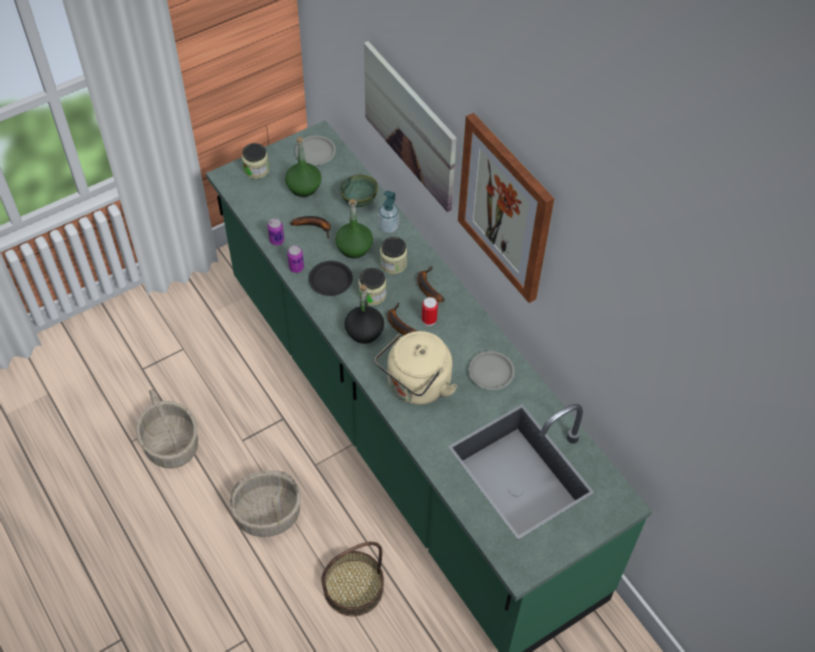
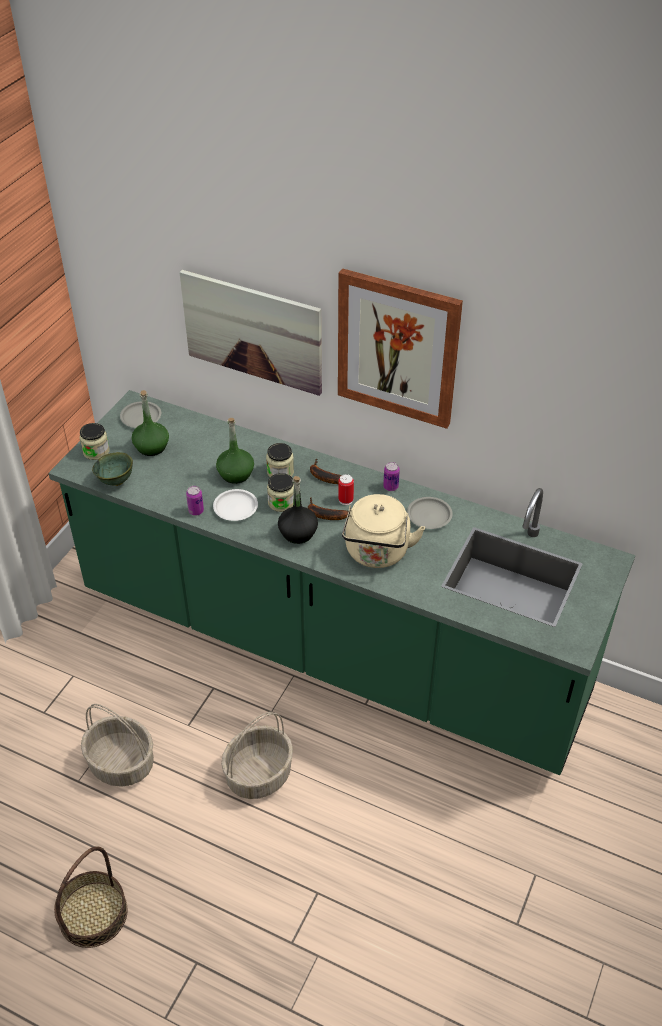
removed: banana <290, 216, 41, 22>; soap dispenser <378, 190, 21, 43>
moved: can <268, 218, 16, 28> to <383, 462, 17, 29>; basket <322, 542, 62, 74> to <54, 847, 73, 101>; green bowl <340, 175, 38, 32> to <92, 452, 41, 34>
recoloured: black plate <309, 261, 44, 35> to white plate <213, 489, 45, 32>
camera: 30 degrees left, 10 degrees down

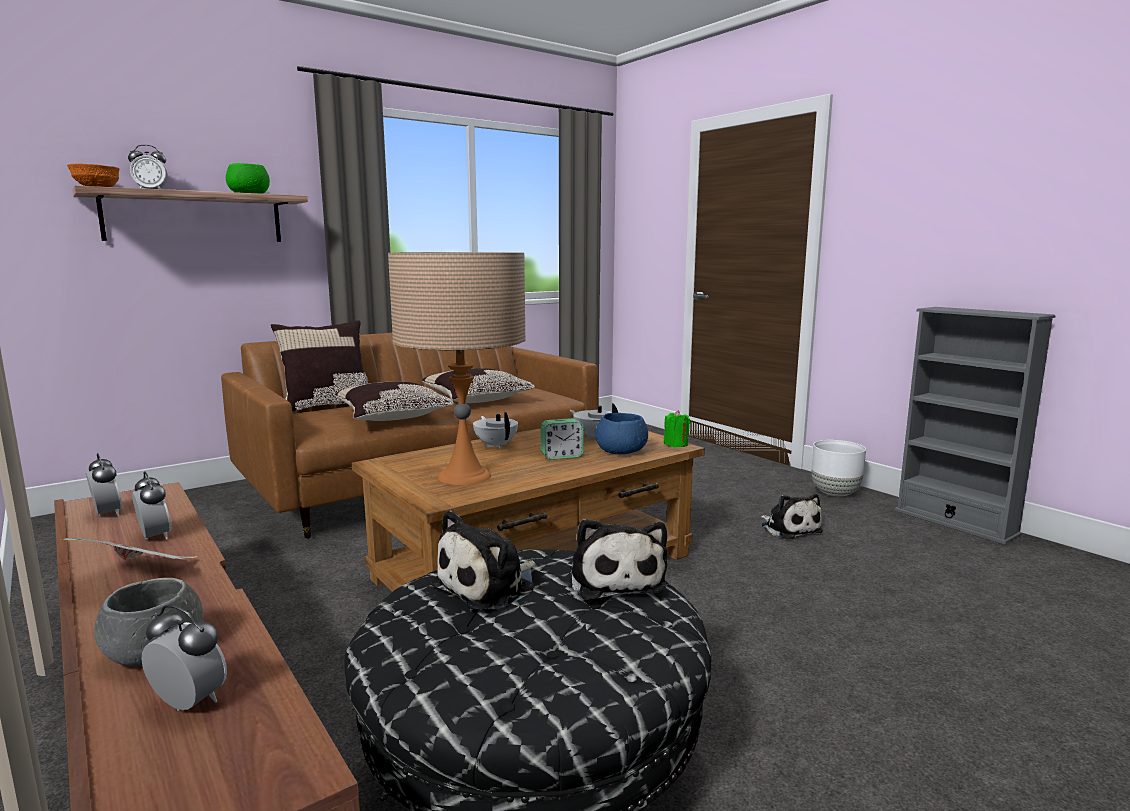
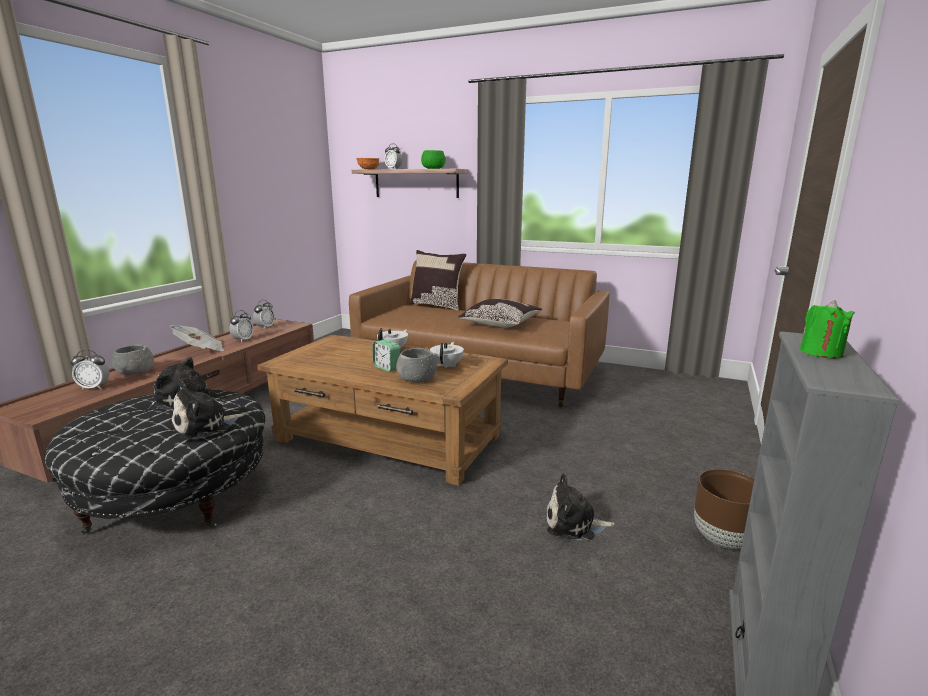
removed: pillow <334, 382, 120, 39>; beige table lamp <388, 252, 137, 233>
moved: green candle <664, 410, 26, 37> to <800, 300, 55, 59>
recoloured: blue bowl <595, 413, 53, 41> to grey bowl <396, 348, 41, 34>; white planter <812, 440, 54, 56> to brown planter <694, 469, 60, 80>
turned: alarm clock <141, 605, 86, 106> = <71, 350, 39, 40> 90 degrees clockwise; plush toy <761, 494, 62, 46> = <547, 474, 68, 66> 60 degrees clockwise
camera: 60 degrees right, 5 degrees up

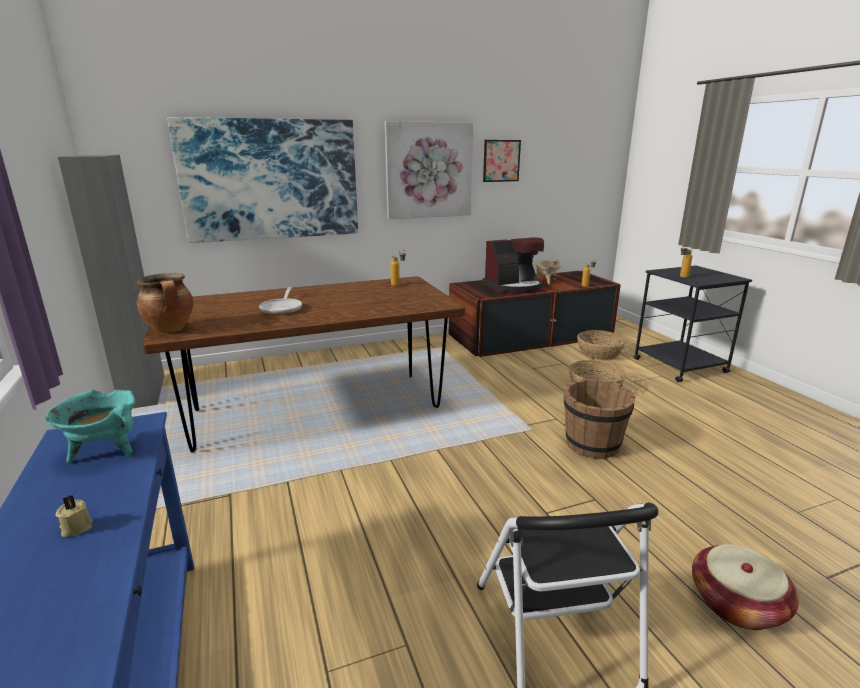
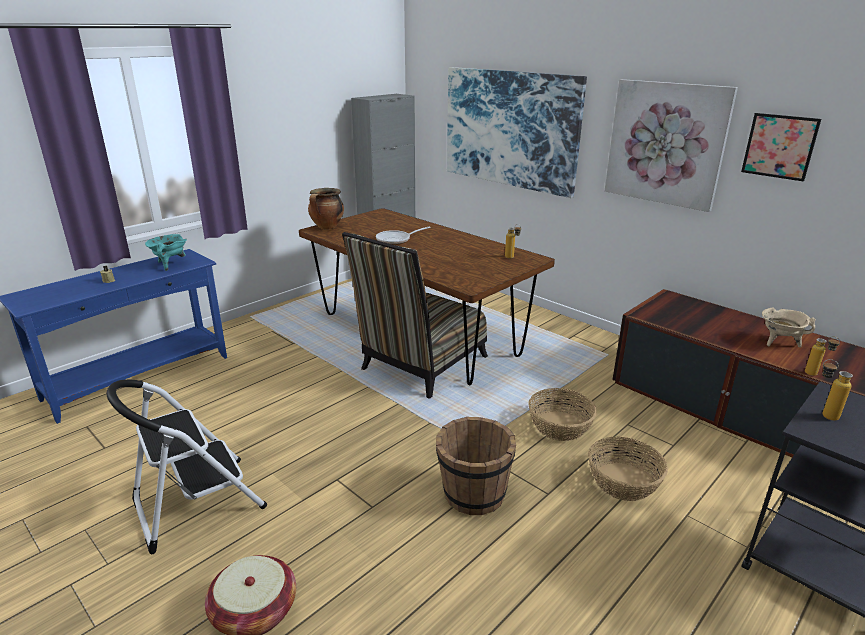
removed: coffee machine <482, 238, 62, 56>
added: chair <342, 232, 146, 167>
moved: basket <577, 330, 49, 30> to <529, 388, 68, 53>
camera: 65 degrees right, 5 degrees up

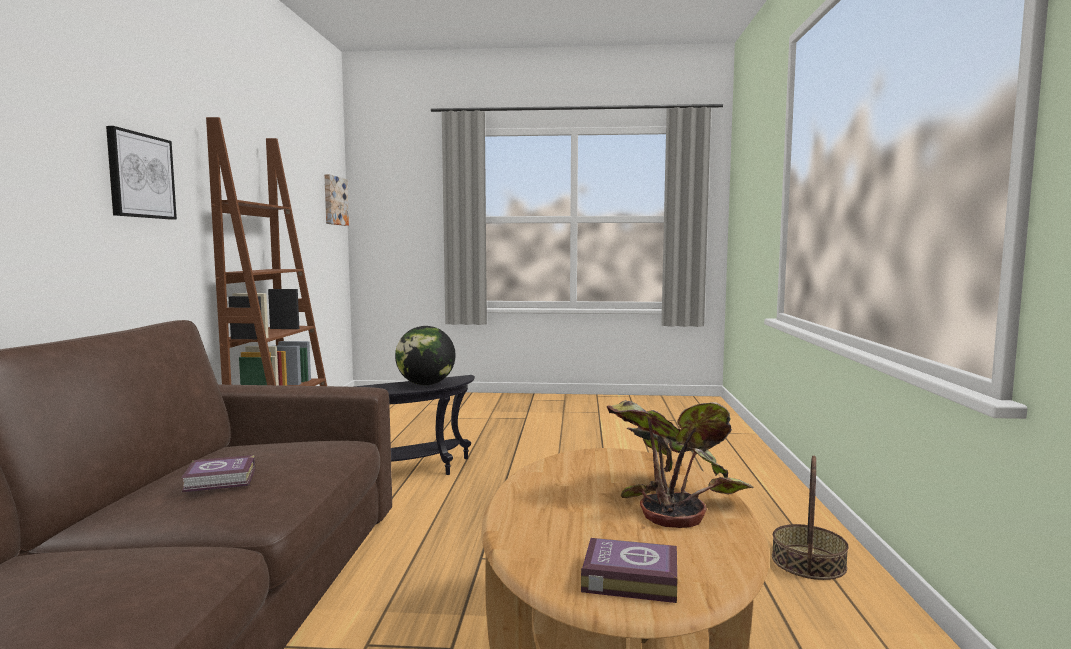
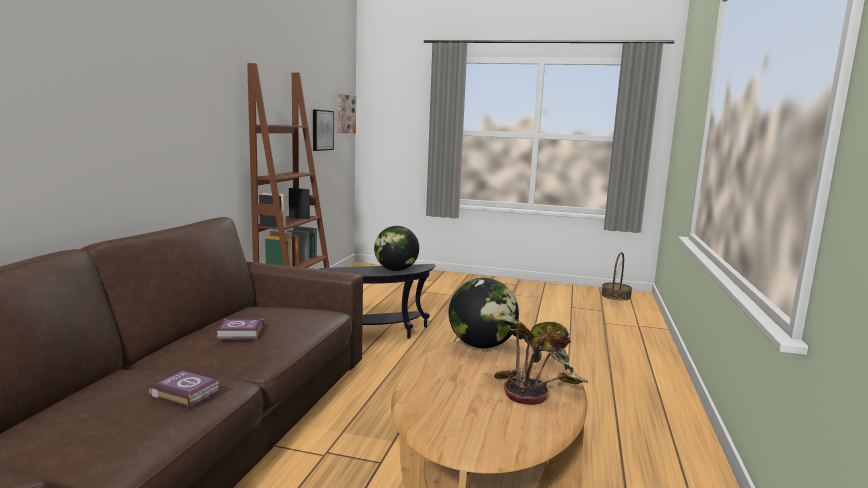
added: globe <449, 278, 70, 70>
moved: picture <106, 126, 71, 93> to <313, 109, 21, 42>; book <581, 538, 97, 65> to <149, 370, 72, 38>; basket <772, 456, 77, 124> to <601, 252, 31, 48>
camera: 10 degrees right, 5 degrees up

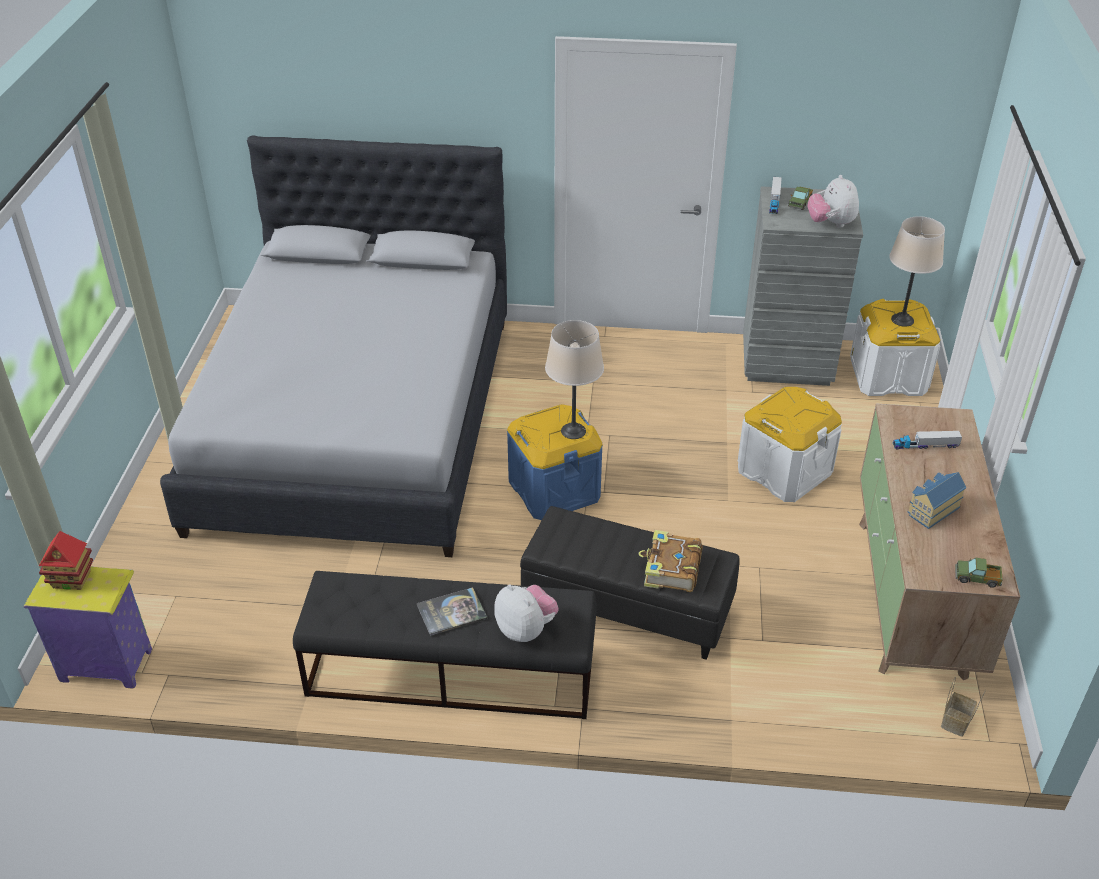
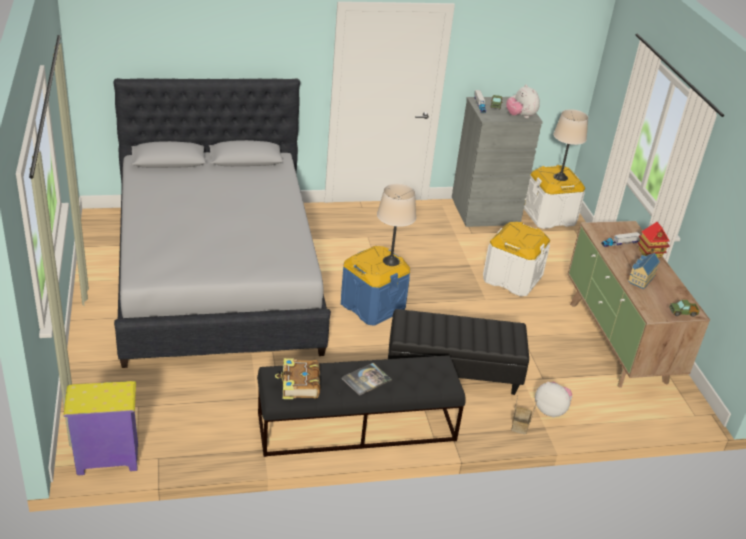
moved: toy house <39, 531, 54, 59> to <638, 222, 32, 36>; plush toy <494, 584, 65, 58> to <535, 382, 37, 35>; book <639, 530, 64, 62> to <275, 358, 45, 41>; basket <941, 677, 45, 60> to <512, 395, 25, 39>
camera: 20 degrees left, 5 degrees down

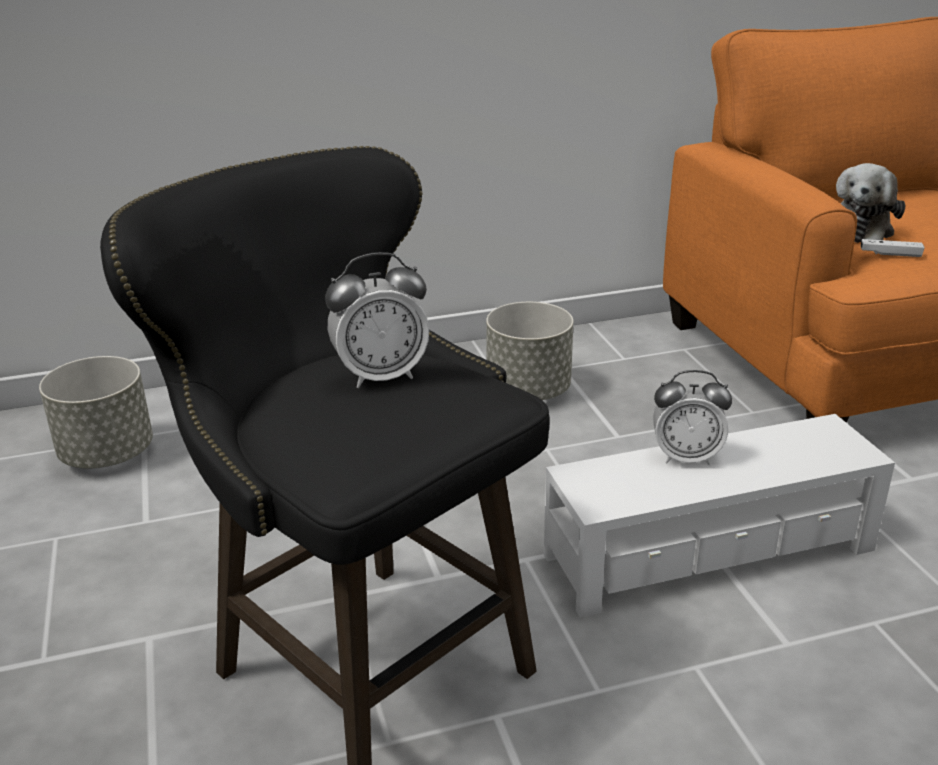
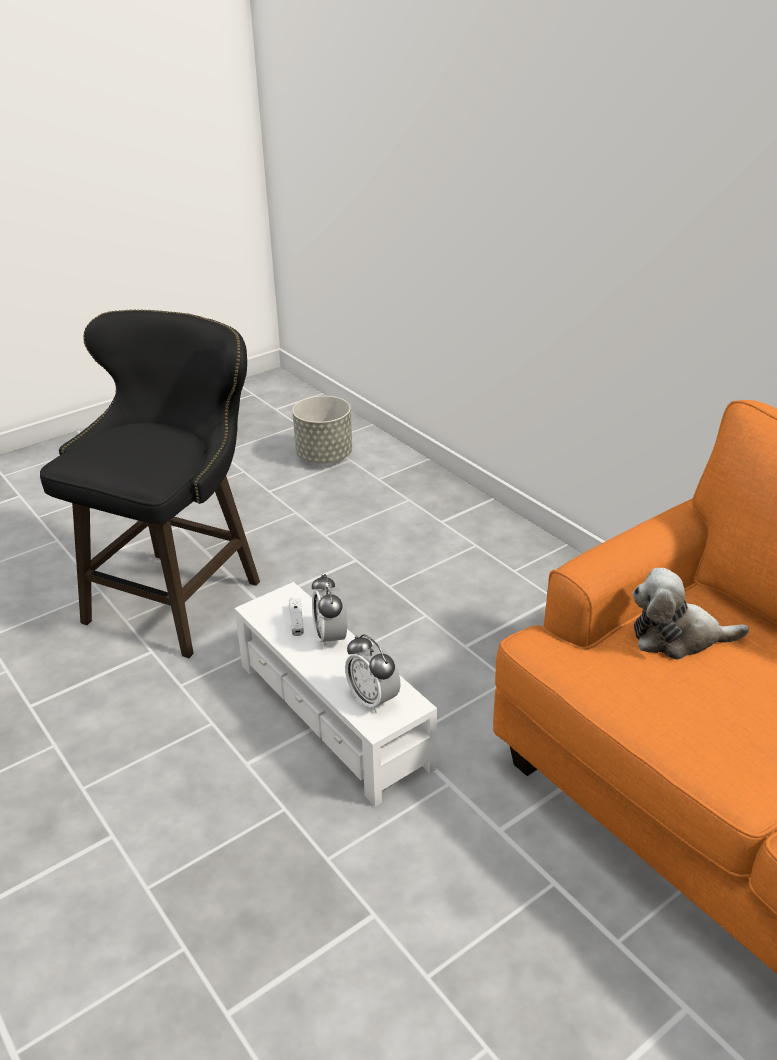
removed: grey planter <486, 302, 88, 98>
moved: alarm clock <325, 252, 104, 136> to <345, 634, 55, 79>; white game controller <861, 239, 63, 18> to <289, 598, 15, 38>
camera: 70 degrees right, 5 degrees up

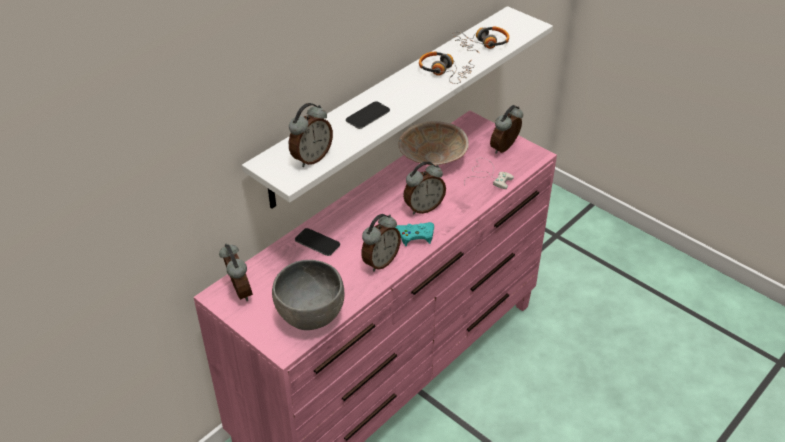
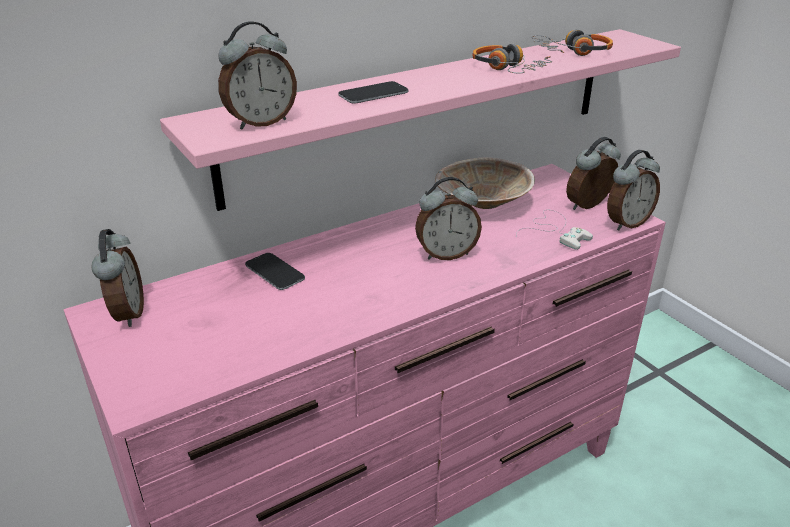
removed: grey bowl <272, 260, 73, 70>; turquoise game controller <395, 222, 39, 24>
moved: alarm clock <361, 214, 40, 58> to <607, 150, 53, 80>
recoloured: white shelf <242, 6, 311, 203> to pink shelf <160, 29, 521, 182>
camera: 15 degrees right, 10 degrees down

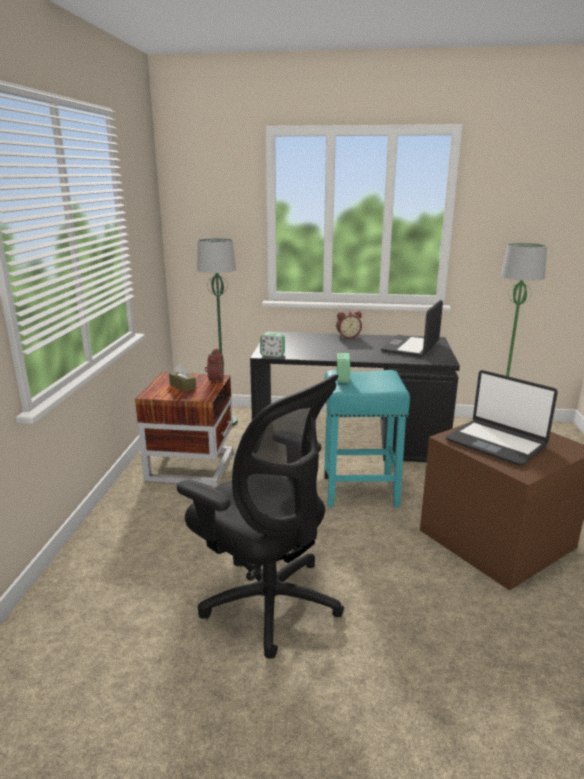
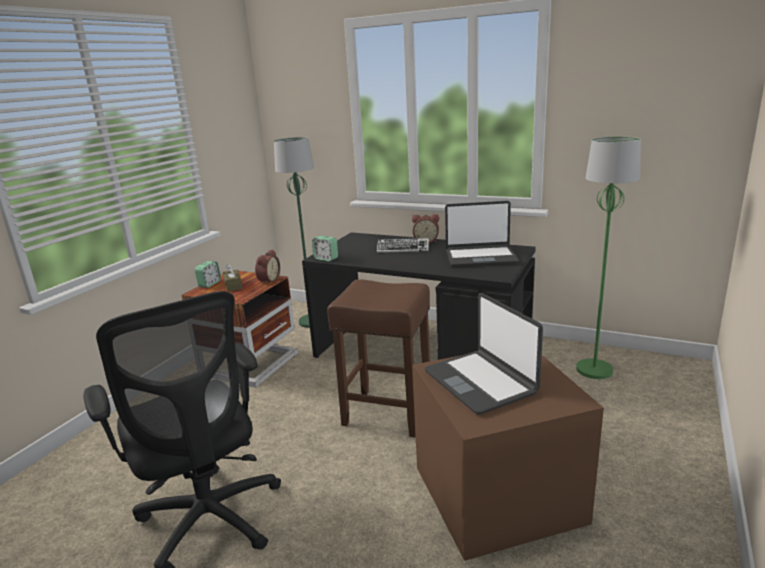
added: keyboard <377, 238, 52, 15>
moved: alarm clock <337, 353, 13, 30> to <195, 261, 26, 27>
recoloured: turquoise stool <324, 370, 86, 137> to brown stool <327, 279, 103, 159>
turned: laptop <381, 300, 62, 57> = <445, 201, 74, 66> 135 degrees counterclockwise
camera: 20 degrees right, 0 degrees up

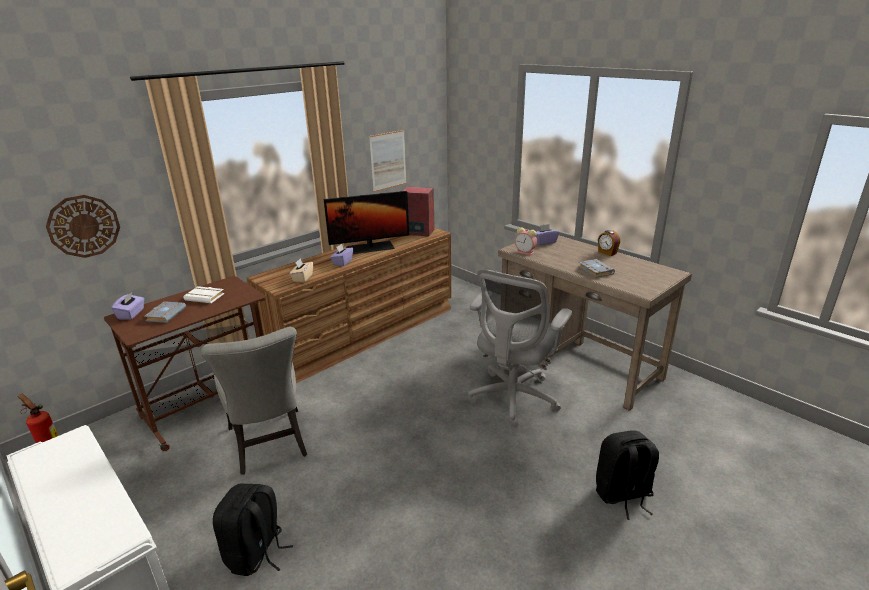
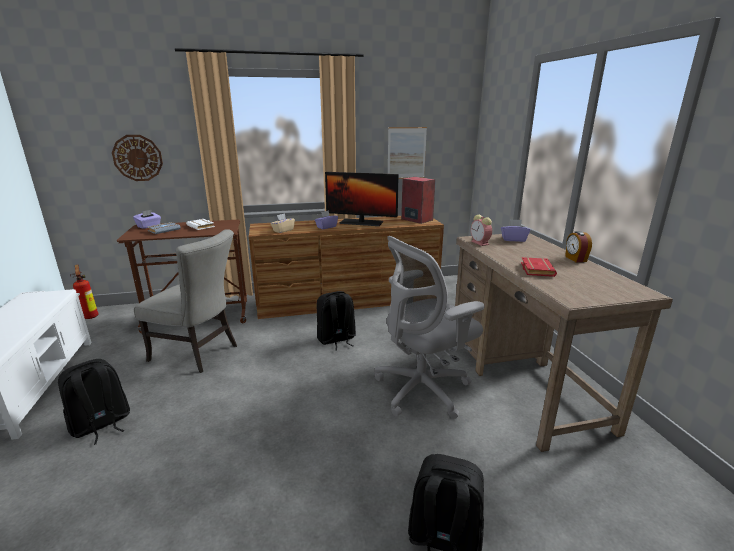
added: black backpack <317, 291, 39, 60>
recoloured: grey book <578, 259, 37, 19> to red book <521, 257, 36, 20>
turned: grey chair <201, 326, 106, 149> = <134, 229, 103, 144> 75 degrees counterclockwise
camera: 30 degrees right, 5 degrees down

